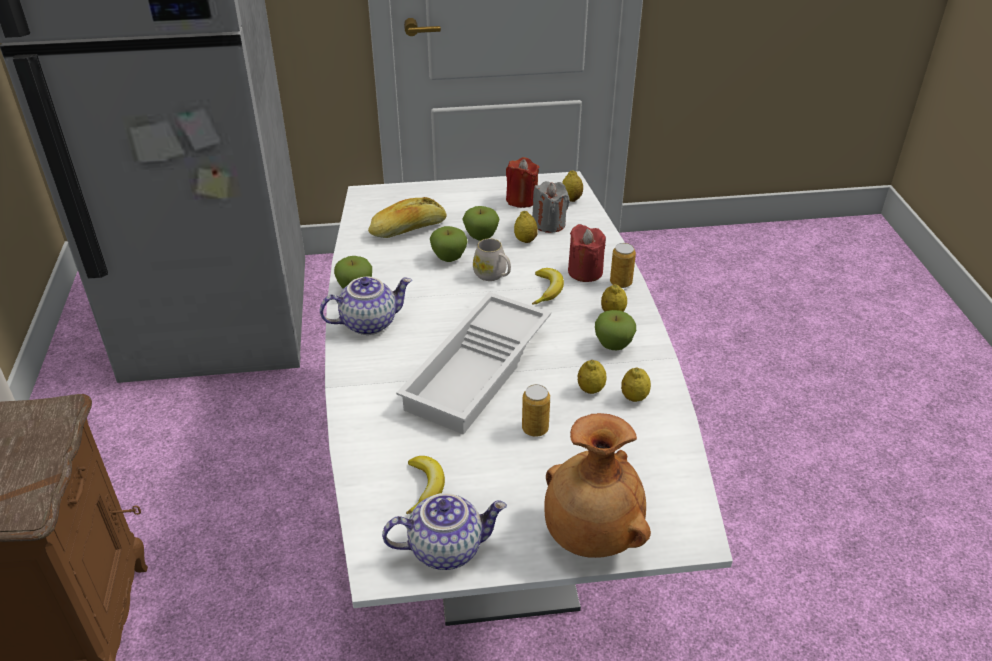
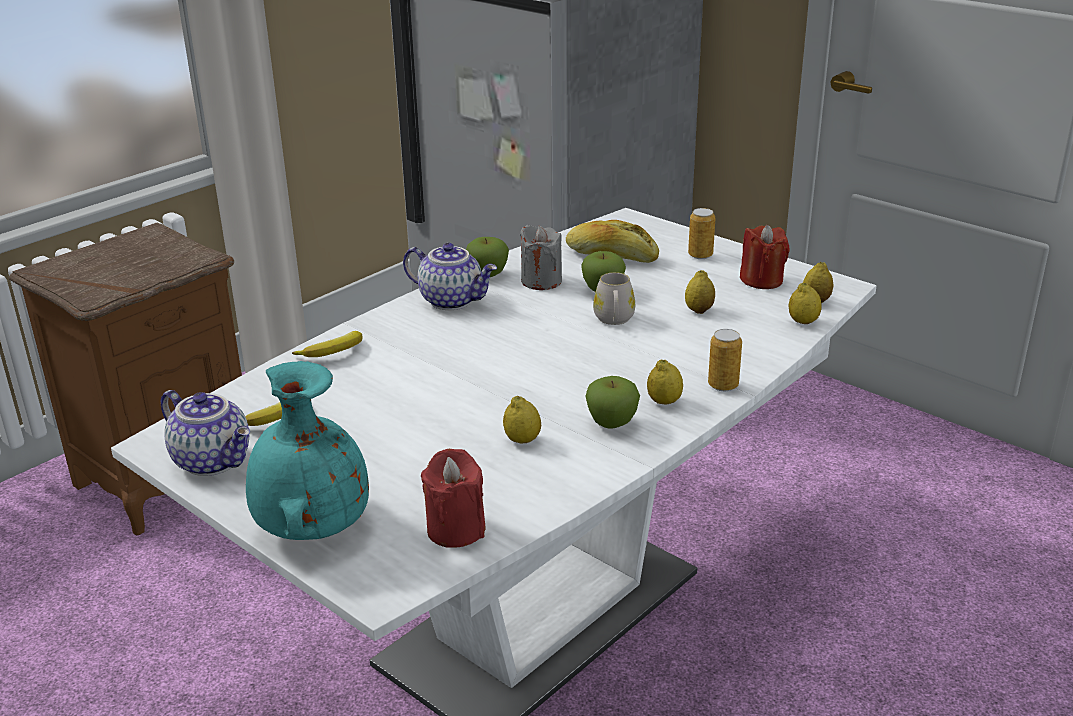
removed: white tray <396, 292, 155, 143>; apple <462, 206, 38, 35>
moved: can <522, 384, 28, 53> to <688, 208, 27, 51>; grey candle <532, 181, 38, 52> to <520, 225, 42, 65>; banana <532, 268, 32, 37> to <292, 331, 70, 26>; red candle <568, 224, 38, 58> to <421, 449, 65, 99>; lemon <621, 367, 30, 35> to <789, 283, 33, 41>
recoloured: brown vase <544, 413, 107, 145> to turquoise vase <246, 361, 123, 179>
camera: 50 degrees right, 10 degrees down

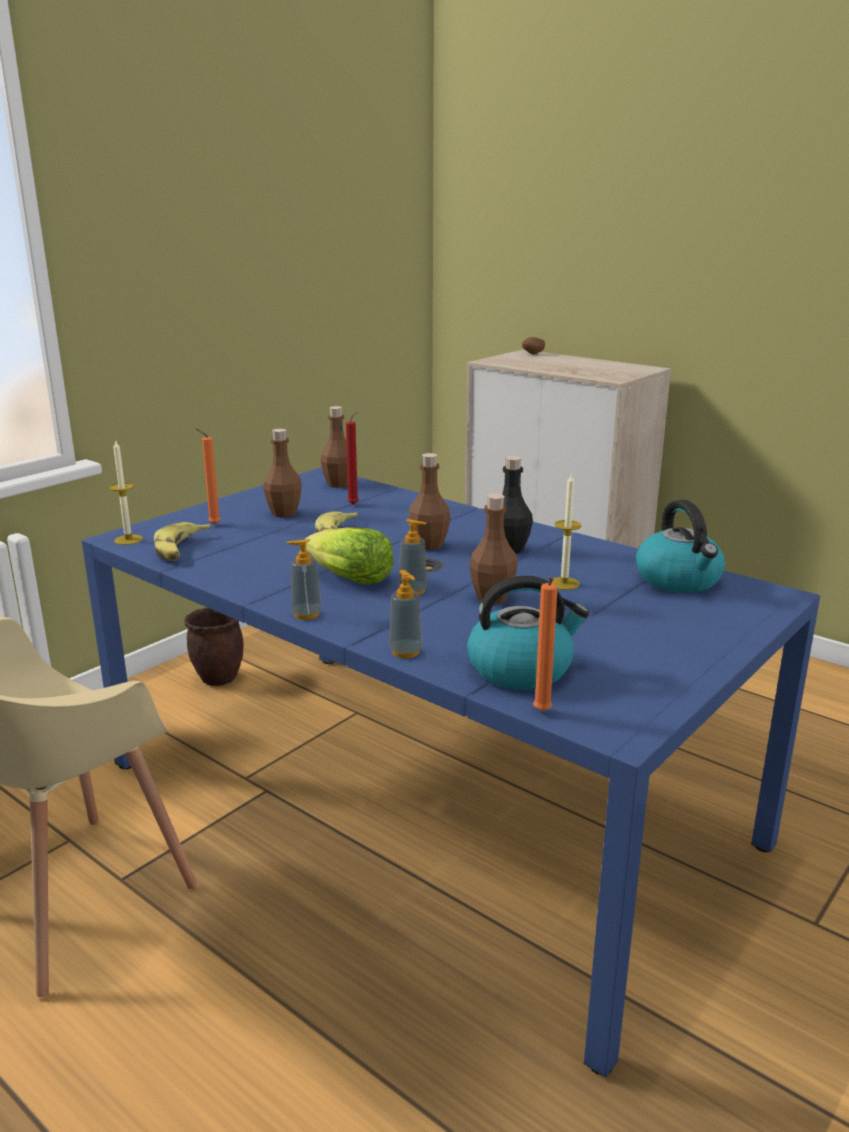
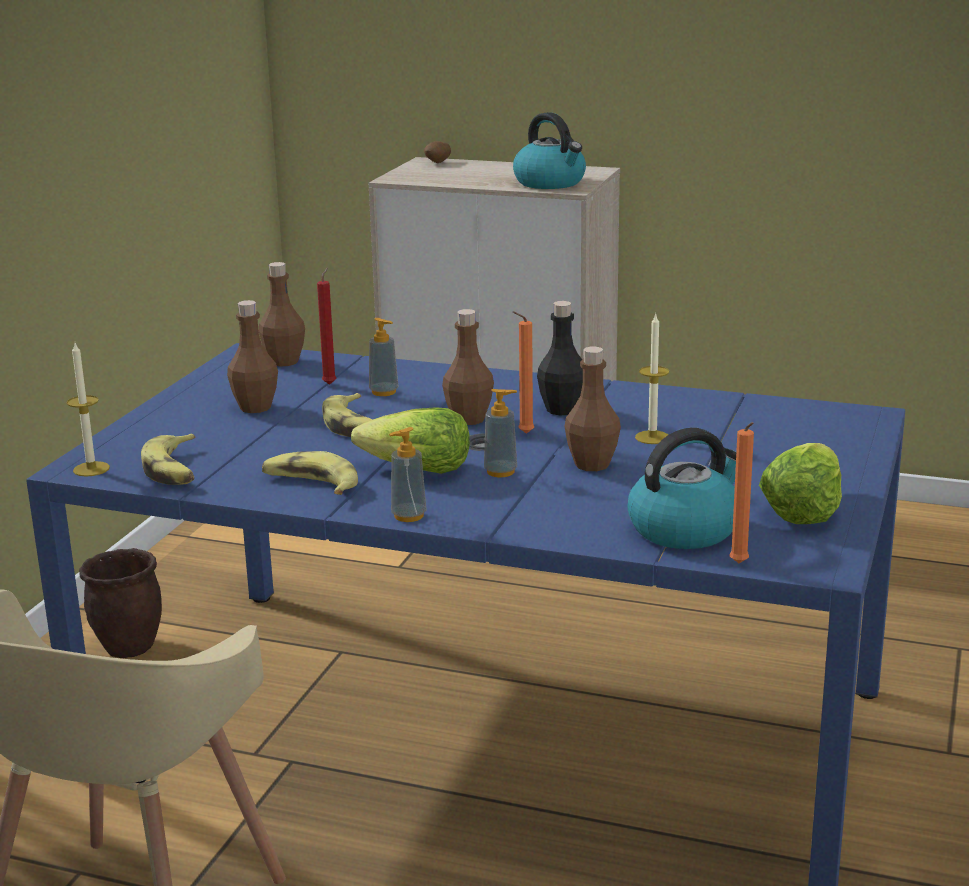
added: banana <262, 451, 96, 44>; lettuce <759, 443, 83, 81>
moved: orange candle <195, 428, 26, 96> to <513, 311, 21, 123>; soap dispenser <389, 570, 33, 88> to <369, 318, 29, 78>; kettle <636, 500, 89, 93> to <513, 112, 73, 77>
camera: 20 degrees left, 0 degrees up

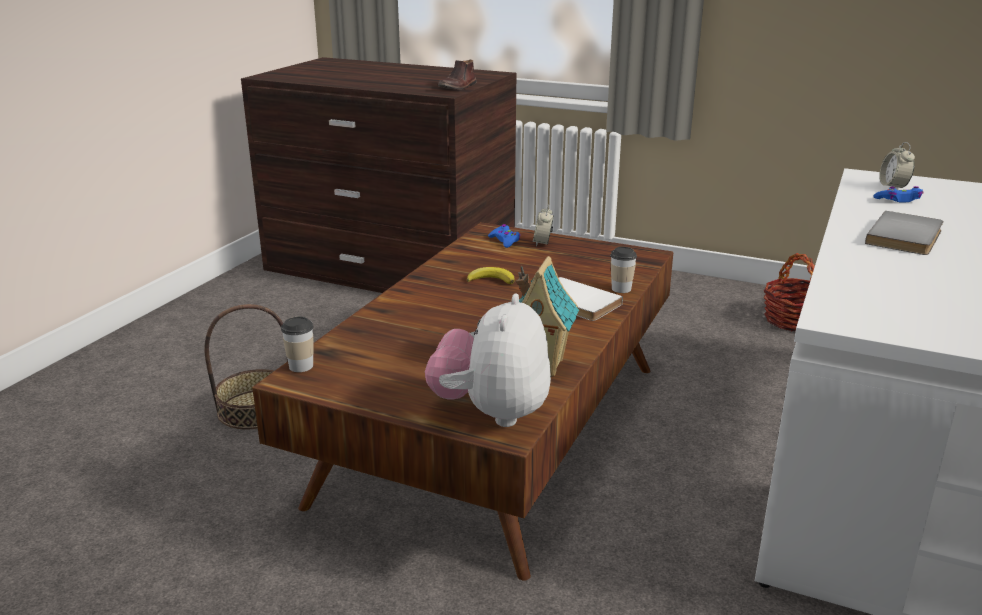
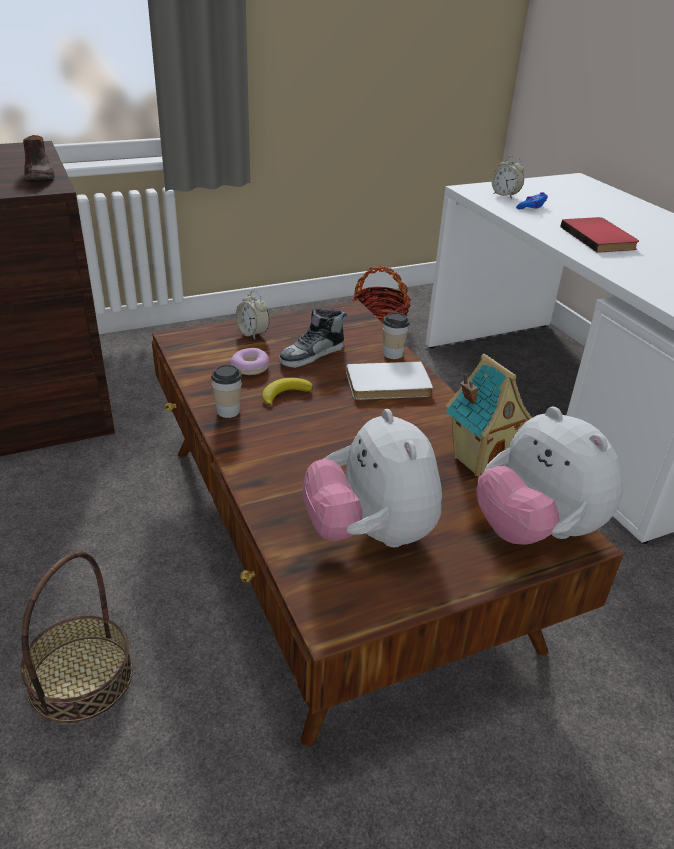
removed: blue game controller <488, 224, 32, 24>
added: donut <230, 348, 39, 27>; shoe <279, 308, 68, 60>; plush toy <303, 409, 139, 138>
moved: cup <281, 317, 33, 55> to <211, 364, 31, 54>
recoloured: grey book <865, 211, 78, 44> to red book <561, 217, 78, 36>
camera: 50 degrees left, 10 degrees up

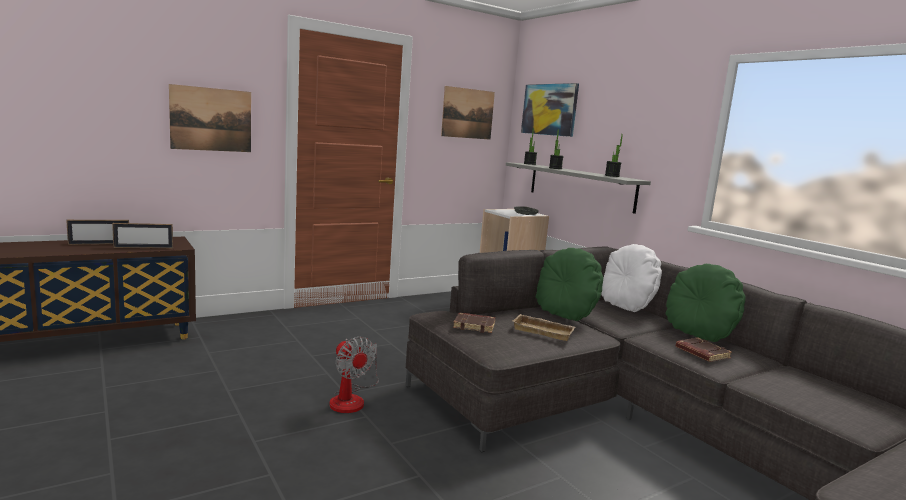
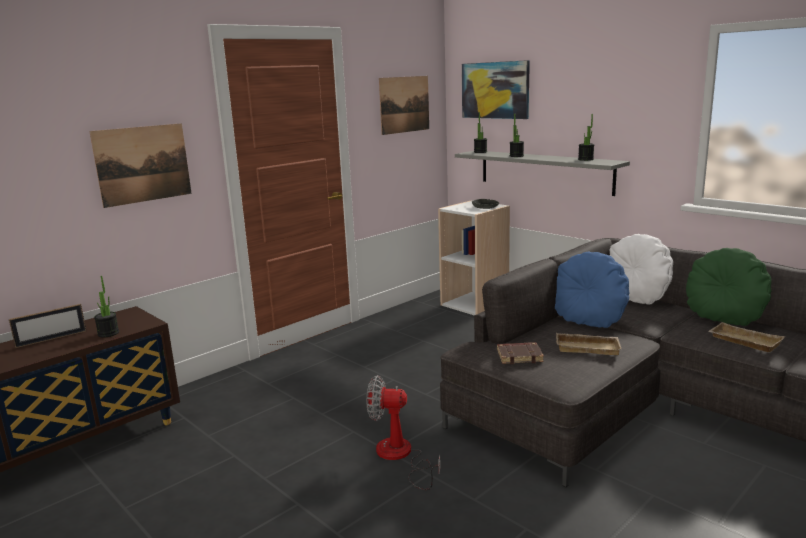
replaced: picture frame <112, 223, 61, 25> to potted plant <94, 276, 25, 62>; brown book <676, 338, 56, 24> to beige tray <708, 322, 77, 30>
recoloured: green pillow <536, 248, 67, 73> to blue pillow <555, 252, 74, 76>
turned: fan <329, 337, 50, 76> = <367, 375, 73, 115> 150 degrees clockwise
camera: 10 degrees left, 5 degrees up

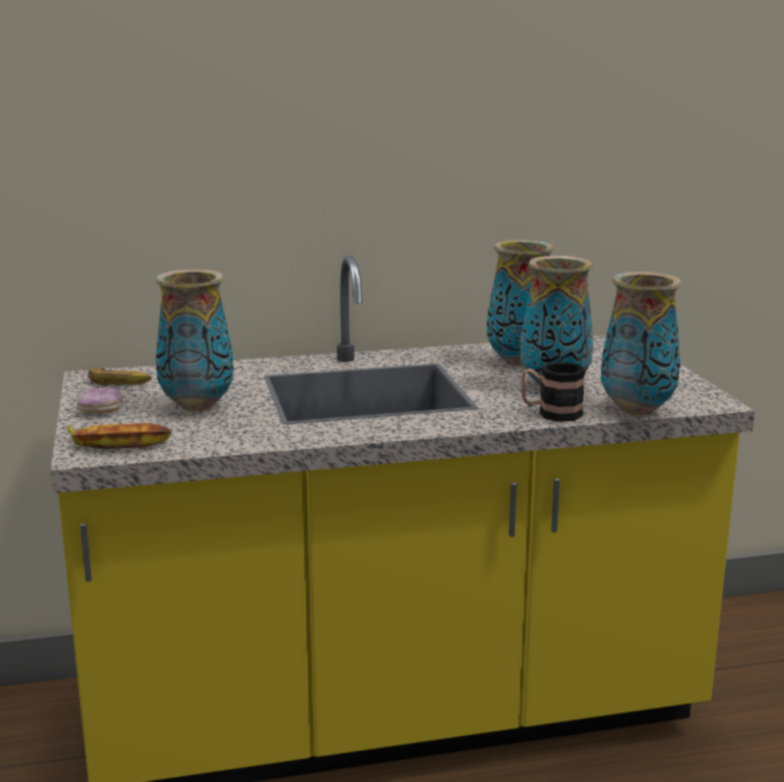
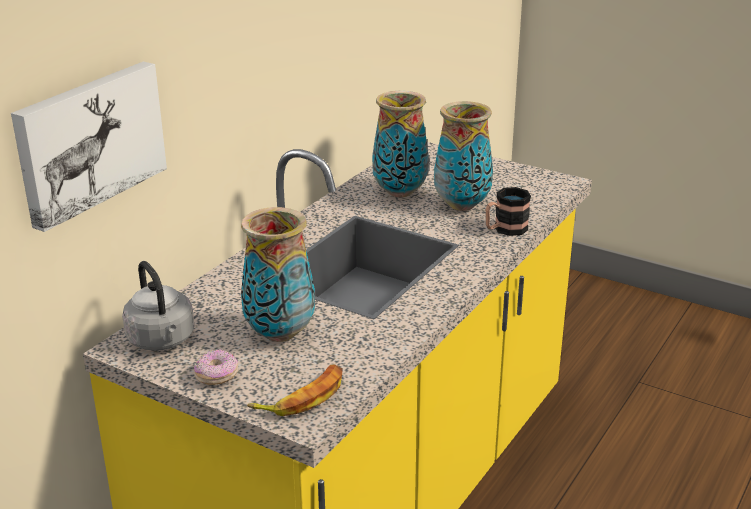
removed: vase <601, 272, 80, 143>
added: picture <11, 62, 156, 170>
replaced: banana <88, 368, 64, 17> to grey kettle <122, 261, 72, 90>
camera: 45 degrees left, 10 degrees up

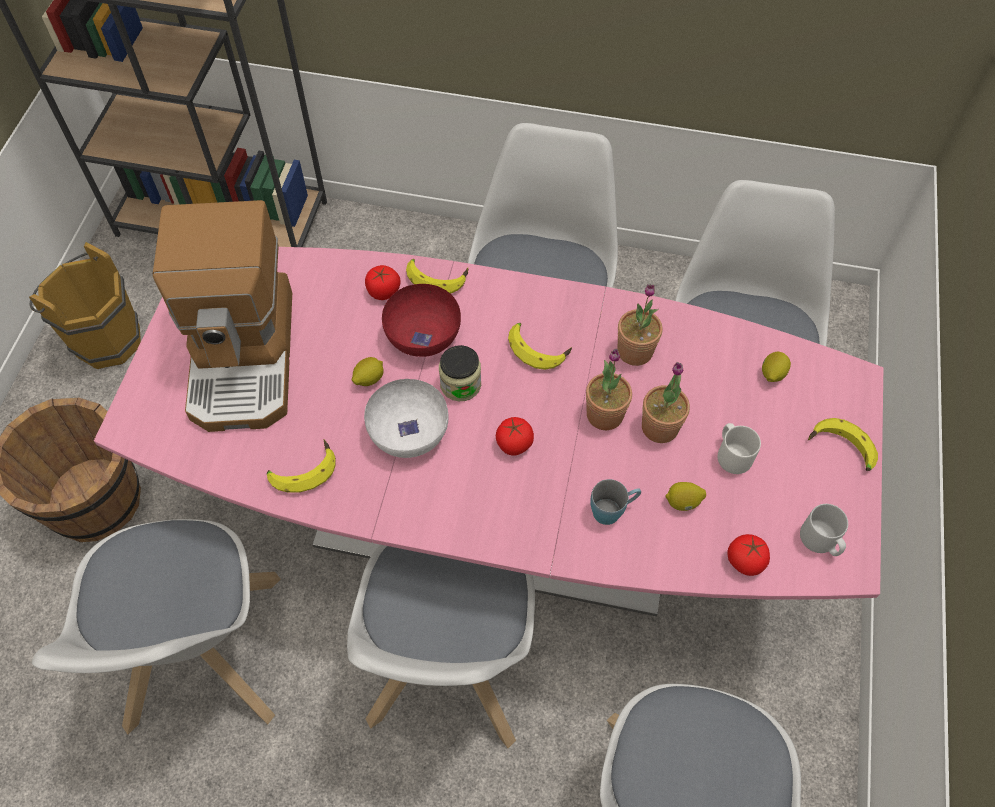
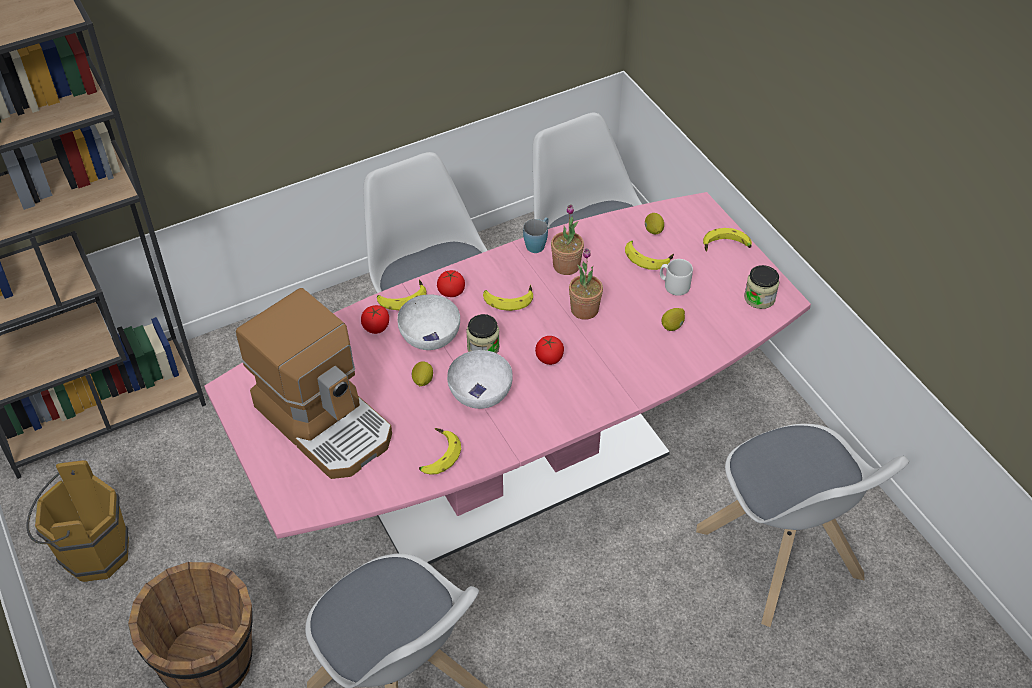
removed: chair <347, 545, 188, 203>; potted plant <642, 362, 48, 81>
added: banana <625, 241, 49, 29>
moved: blue mug <590, 479, 51, 46> to <523, 217, 26, 36>; tomato <727, 534, 43, 42> to <437, 270, 28, 27>
replaced: grey mug <800, 504, 48, 52> to jar <744, 265, 35, 44>
recoloured: red bowl <382, 284, 79, 73> to white bowl <398, 294, 62, 56>
camera: 40 degrees left, 10 degrees down

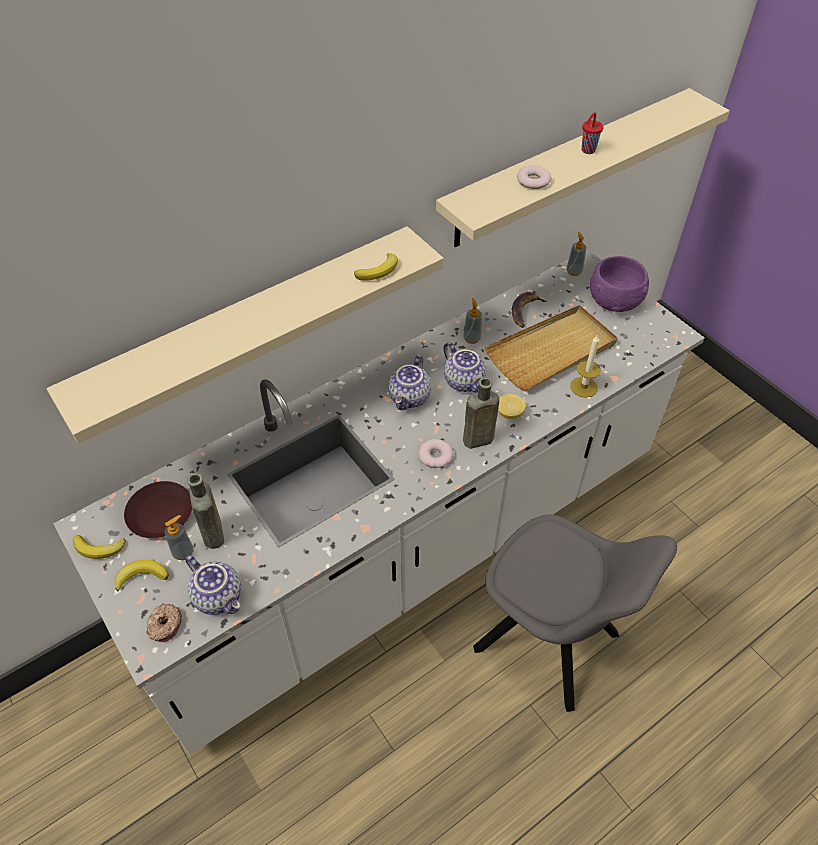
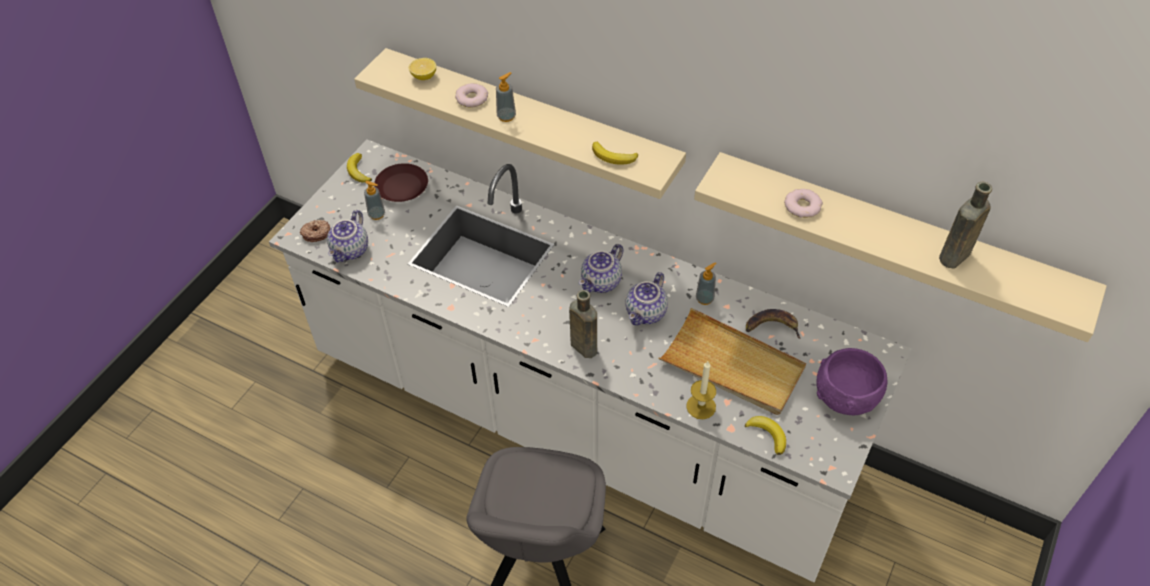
removed: red cup <581, 112, 23, 42>
moved: banana <114, 560, 55, 31> to <745, 416, 41, 39>; brown bottle <187, 473, 37, 76> to <939, 182, 53, 86>; donut <418, 439, 35, 29> to <455, 83, 33, 25>; lemon <498, 394, 27, 25> to <409, 58, 27, 22>; soap dispenser <566, 232, 21, 44> to <496, 72, 20, 50>
turned: teapot <388, 355, 43, 55> = <579, 244, 44, 49> 45 degrees counterclockwise
camera: 65 degrees right, 0 degrees up

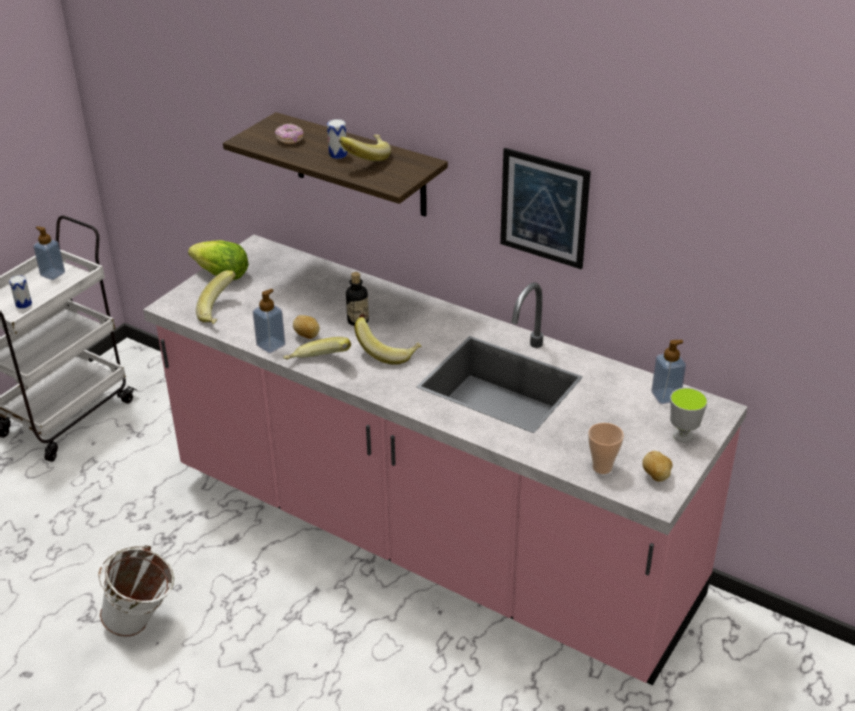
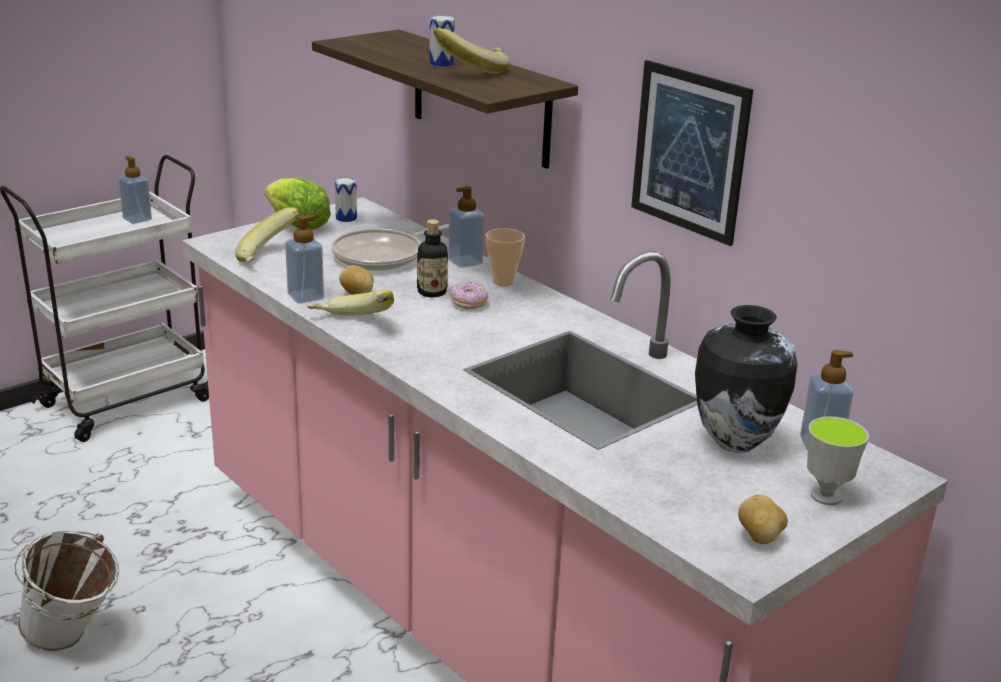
removed: banana <354, 317, 68, 48>
added: frying pan <331, 224, 118, 47>; soap dispenser <448, 186, 36, 82>; vase <695, 305, 102, 148>
moved: can <9, 275, 23, 34> to <335, 178, 22, 44>; donut <275, 123, 29, 21> to <450, 282, 38, 27>; cup <588, 423, 36, 51> to <486, 228, 39, 58>
camera: 15 degrees right, 10 degrees down

